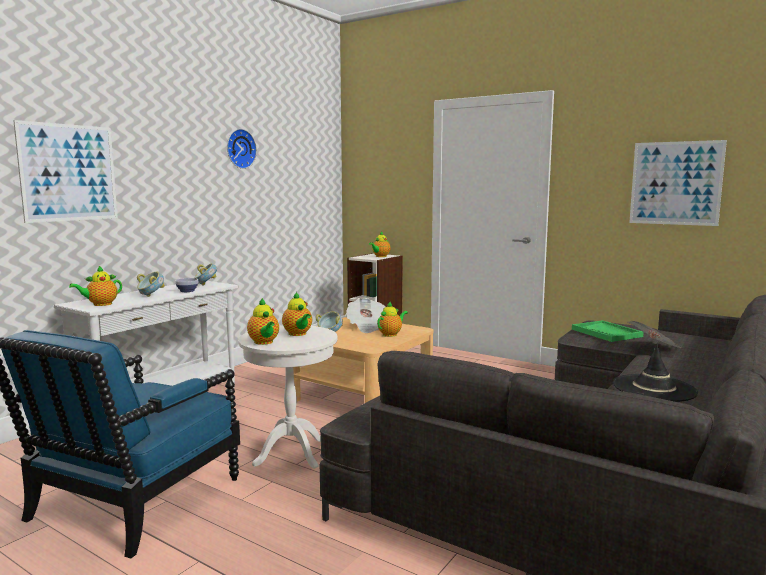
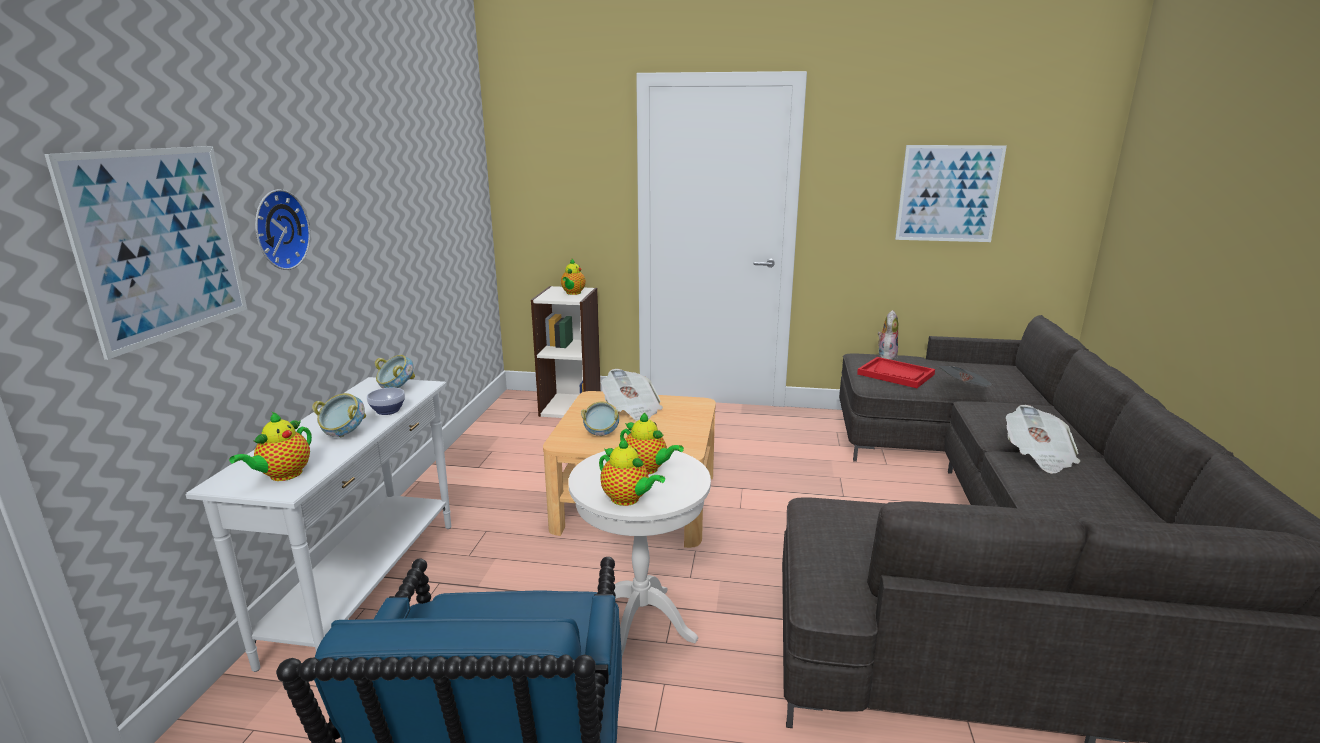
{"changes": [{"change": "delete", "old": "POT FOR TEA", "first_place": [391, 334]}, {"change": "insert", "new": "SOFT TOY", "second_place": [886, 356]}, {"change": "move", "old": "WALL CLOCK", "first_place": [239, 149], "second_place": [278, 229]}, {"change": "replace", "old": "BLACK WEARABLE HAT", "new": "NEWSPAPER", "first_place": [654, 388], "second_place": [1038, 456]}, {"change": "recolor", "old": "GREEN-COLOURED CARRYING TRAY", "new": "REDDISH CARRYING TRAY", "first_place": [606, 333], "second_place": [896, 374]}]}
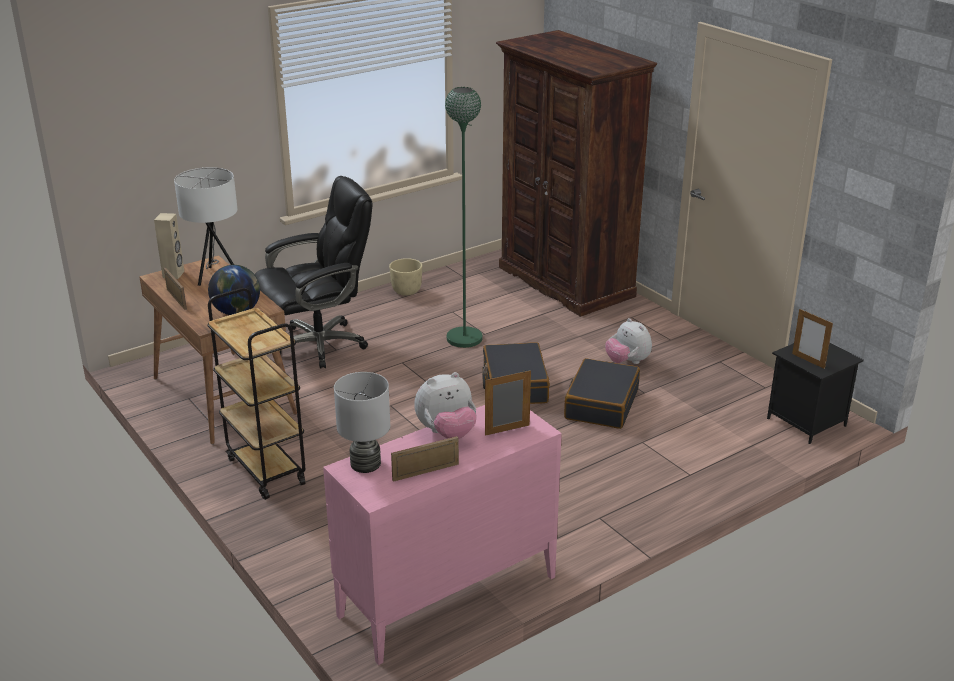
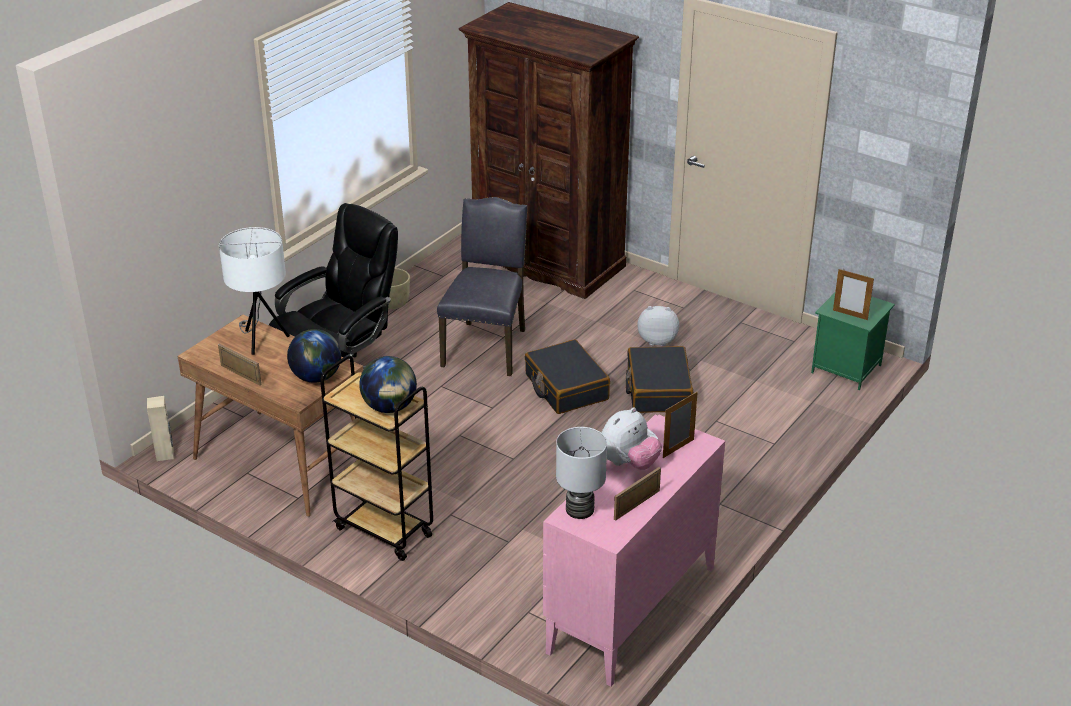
{"changes": [{"change": "insert", "new": "DESK GLOBE", "second_place": [389, 407]}, {"change": "move", "old": "BEIGE-COLOURED SPEAKER", "first_place": [174, 274], "second_place": [165, 454]}, {"change": "replace", "old": "GREEN-COLOURED STANDING LAMP", "new": "GREY CHAIR", "first_place": [465, 338], "second_place": [487, 346]}, {"change": "recolor", "old": "BLACK NIGHTSTAND", "new": "GREEN-COLOURED NIGHTSTAND", "first_place": [806, 423], "second_place": [846, 370]}, {"change": "rotate", "old": "SOFT TOY", "first_place": [627, 362], "second_place": [657, 340], "degrees": 150}]}
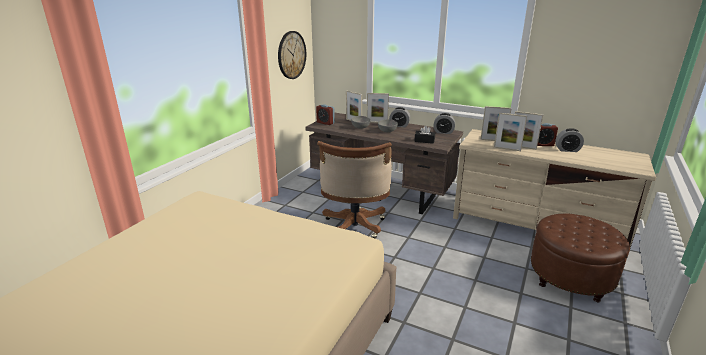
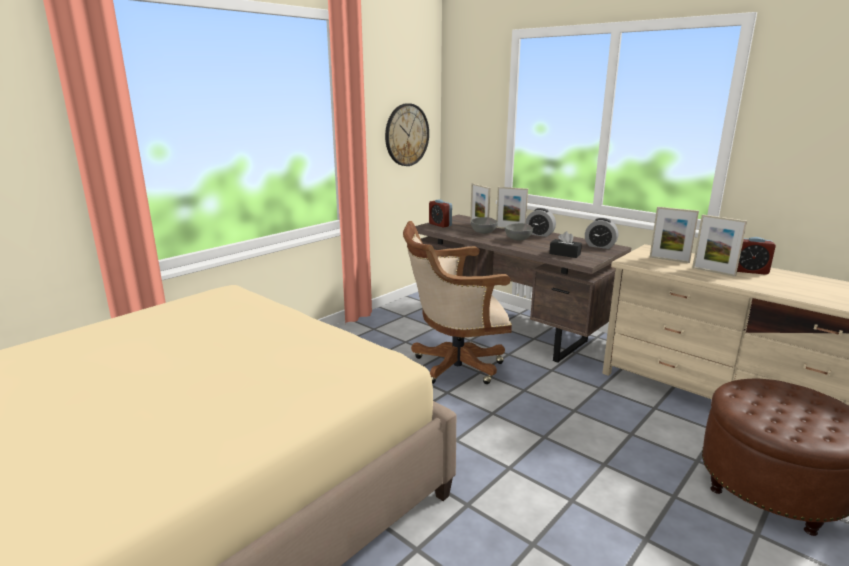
{"changes": [{"change": "delete", "old": "PICTURE FRAME", "first_place": [507, 149]}, {"change": "delete", "old": "TABLE CLOCK", "first_place": [567, 150]}, {"change": "rotate", "old": "OFFICE CHAIR", "first_place": [355, 227], "second_place": [453, 366], "degrees": 60}]}
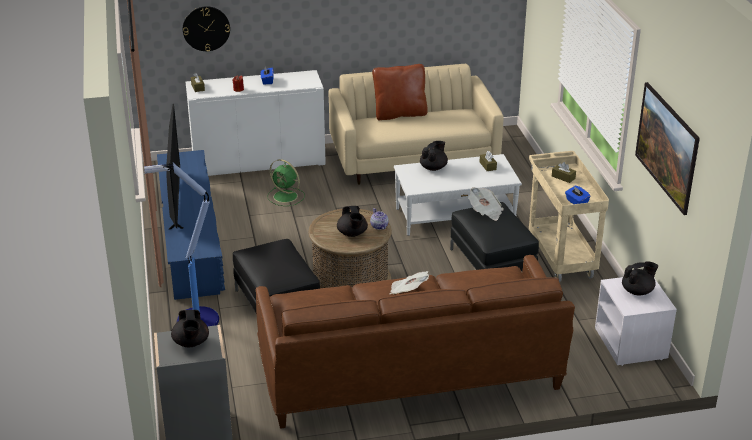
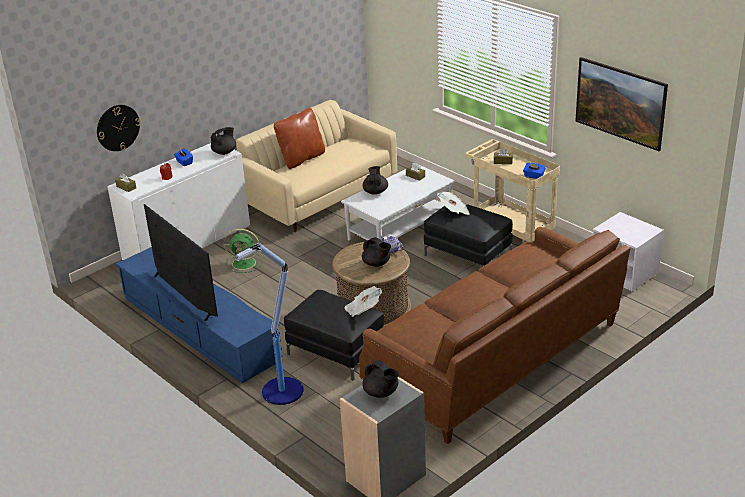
{"changes": [{"change": "move", "old": "NEWSPAPER", "first_place": [408, 291], "second_place": [363, 309]}, {"change": "move", "old": "BLACK POT FOR TEA", "first_place": [638, 291], "second_place": [224, 152]}]}
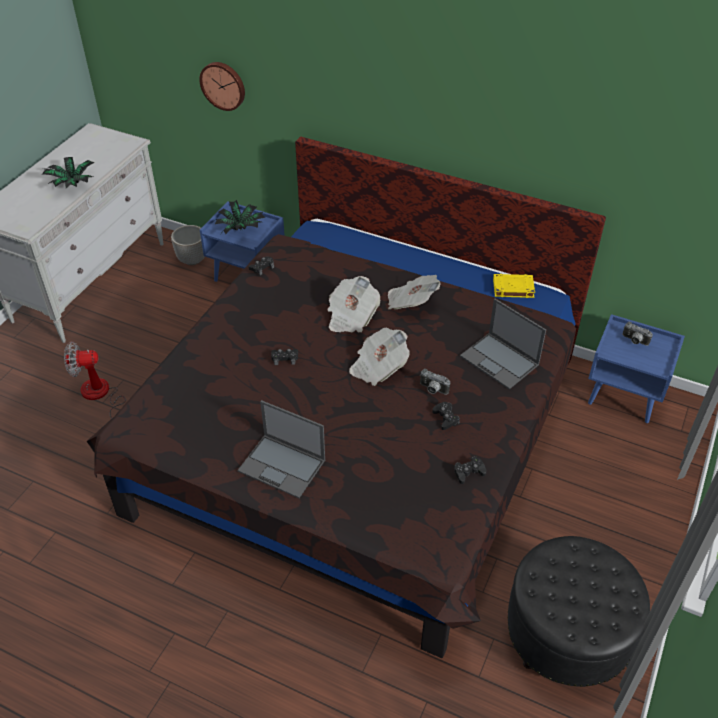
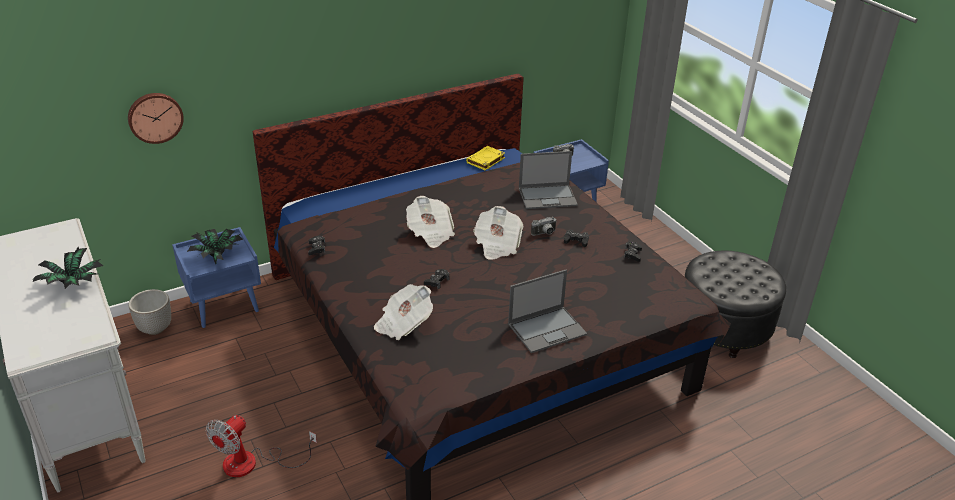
{"changes": [{"change": "move", "old": "NEWSPAPER", "first_place": [411, 302], "second_place": [403, 324]}]}
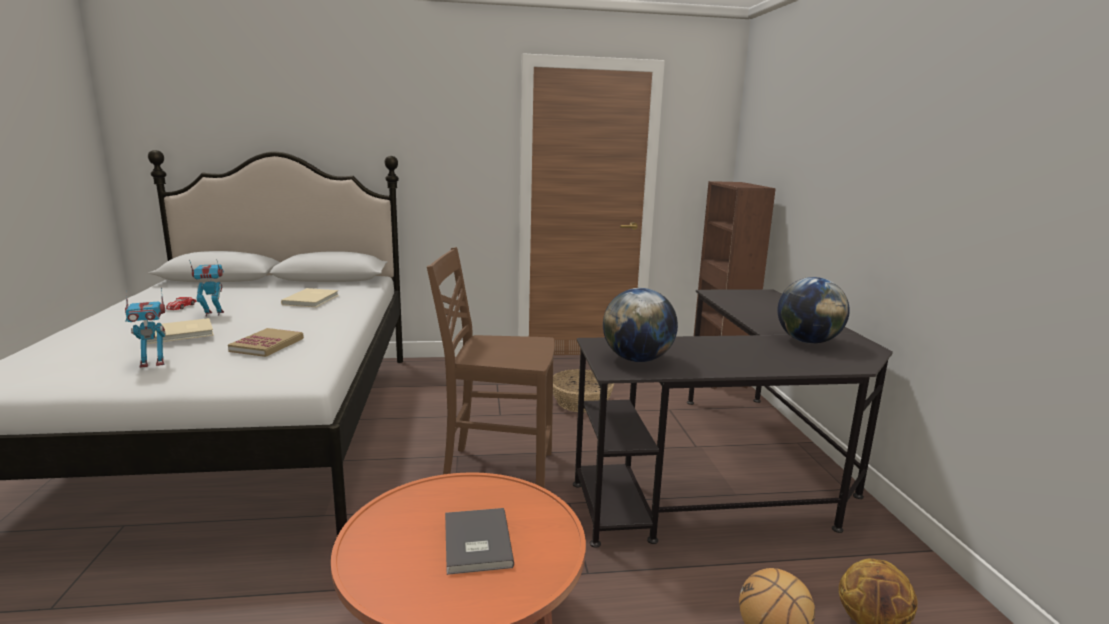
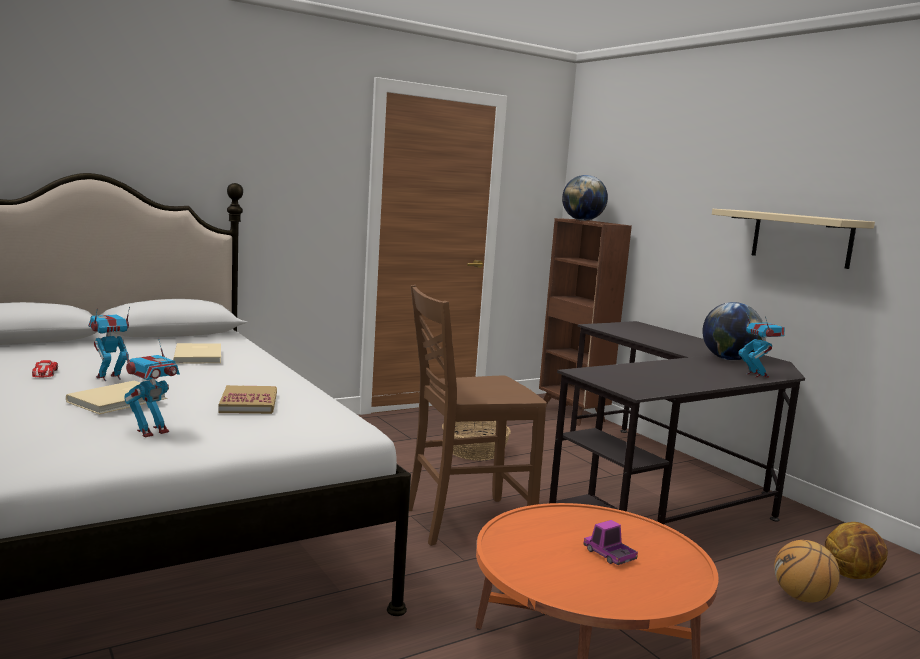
{"changes": [{"change": "insert", "new": "BEIGE-COLOURED BRACKET SHELF", "second_place": [801, 238]}, {"change": "insert", "new": "TOY ROBOT", "second_place": [756, 375]}, {"change": "move", "old": "DESK GLOBE", "first_place": [637, 359], "second_place": [582, 220]}, {"change": "replace", "old": "GREY BOUND BOOK", "new": "TOY TRUCK", "first_place": [475, 544], "second_place": [609, 555]}]}
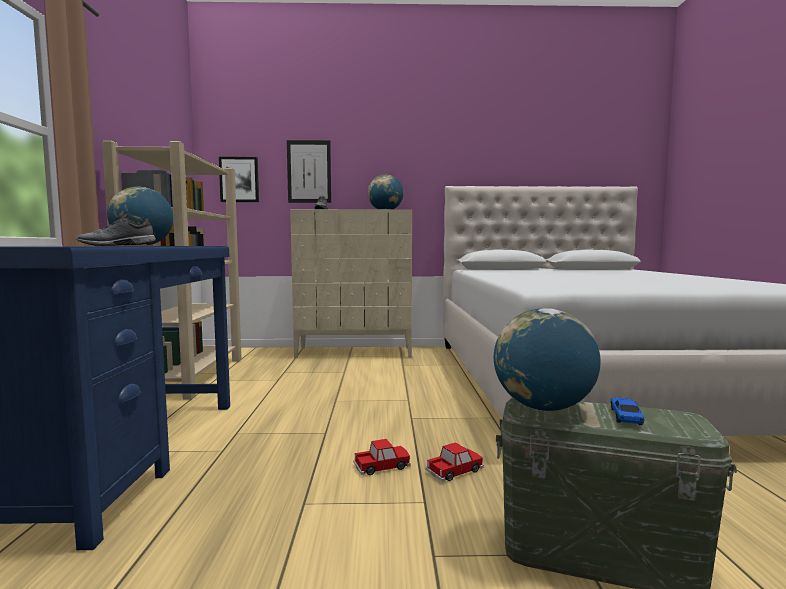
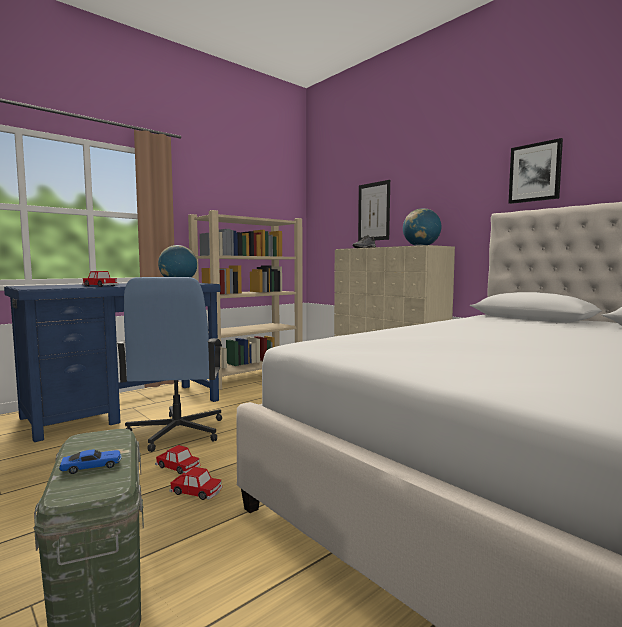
{"changes": [{"change": "delete", "old": "DESK GLOBE", "first_place": [543, 407]}, {"change": "insert", "new": "BLUE OFFICE CHAIR", "second_place": [176, 432]}, {"change": "move", "old": "WALL PICTURE", "first_place": [239, 179], "second_place": [535, 172]}, {"change": "replace", "old": "GREY ITEM OF FOOTWEAR", "new": "MINIATURE CAR", "first_place": [117, 245], "second_place": [100, 286]}]}
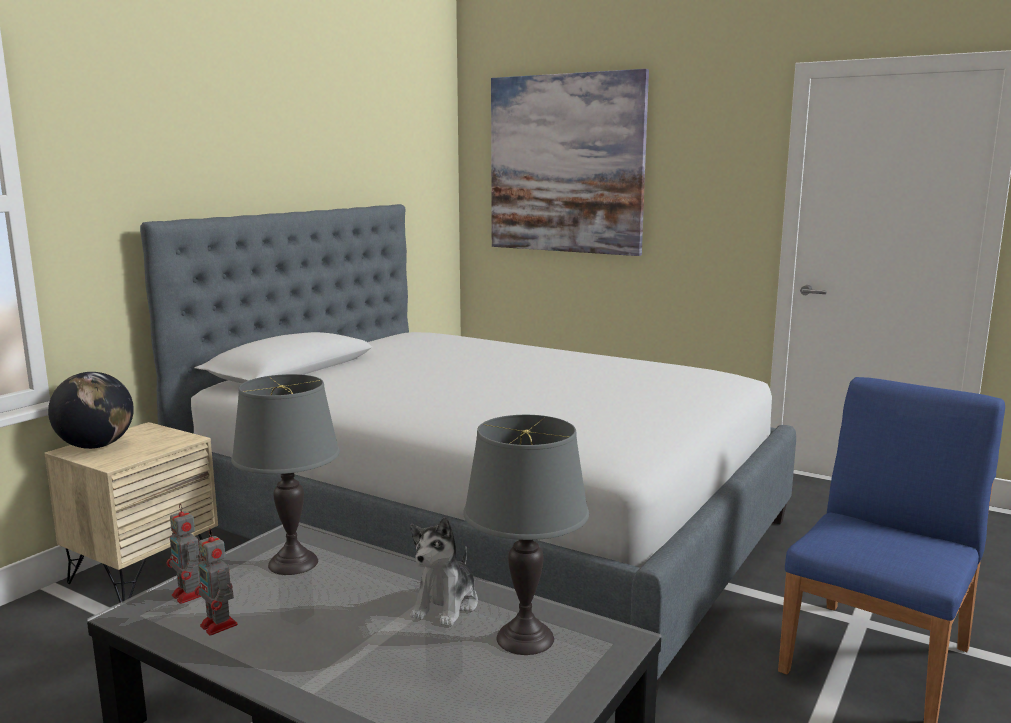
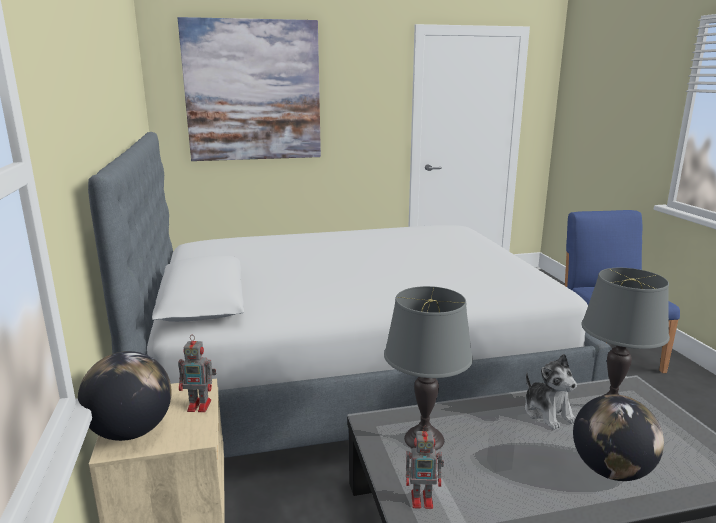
{"changes": [{"change": "insert", "new": "DESK GLOBE", "second_place": [611, 471]}, {"change": "move", "old": "TOY ROBOT", "first_place": [219, 626], "second_place": [200, 405]}]}
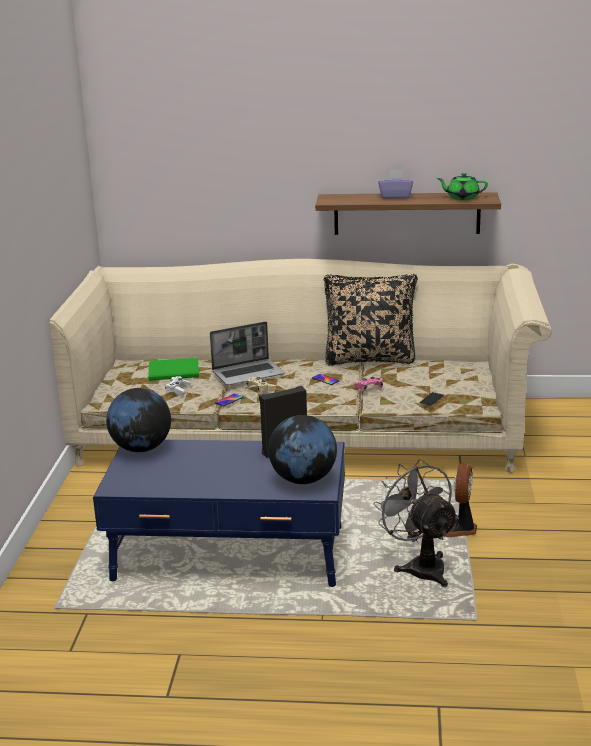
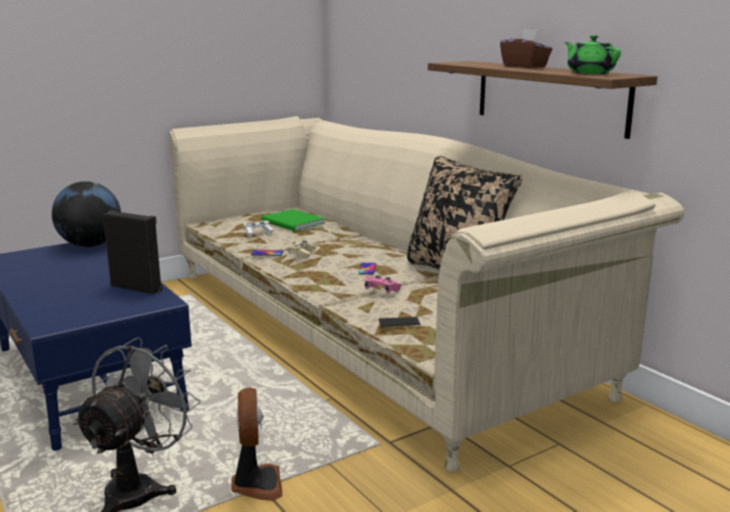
{"changes": [{"change": "delete", "old": "NOTEBOOK COMPUTER", "first_place": [248, 373]}, {"change": "delete", "old": "DESK GLOBE", "first_place": [303, 479]}, {"change": "recolor", "old": "PURPLISH BOX OF TISSUES", "new": "BROWN-COLOURED BOX OF TISSUES", "first_place": [395, 196], "second_place": [525, 66]}, {"change": "rotate", "old": "FAN", "first_place": [459, 529], "second_place": [256, 484], "degrees": 105}]}
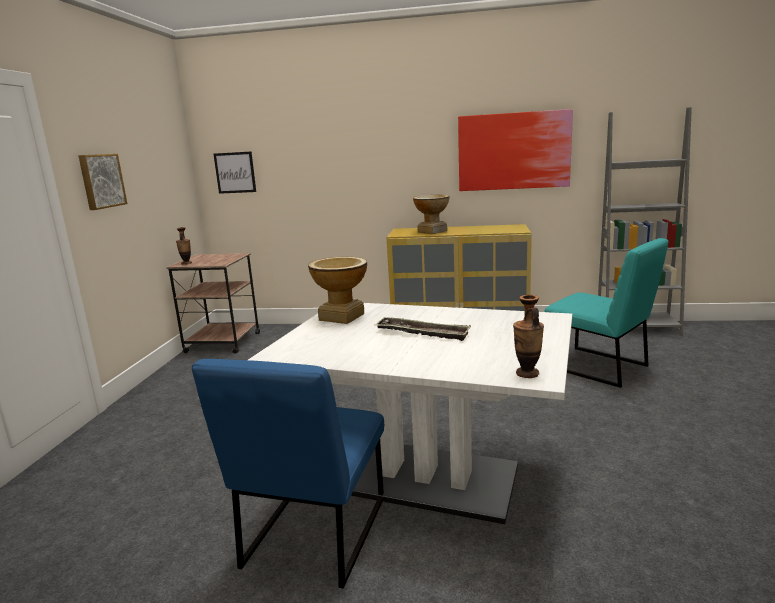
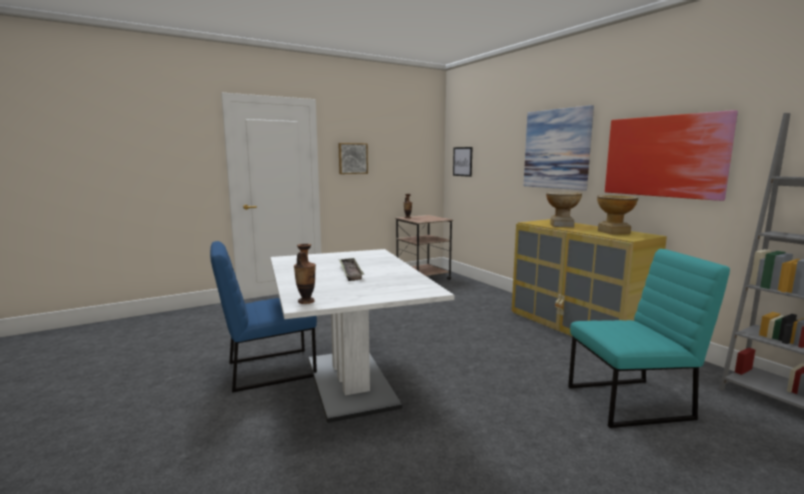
{"changes": [{"change": "insert", "new": "WALL PICTURE", "second_place": [556, 149]}, {"change": "move", "old": "FLOWER VASE", "first_place": [342, 317], "second_place": [614, 232]}, {"change": "rotate", "old": "BLUE-GREEN CHAIR", "first_place": [599, 367], "second_place": [632, 402], "degrees": -105}]}
